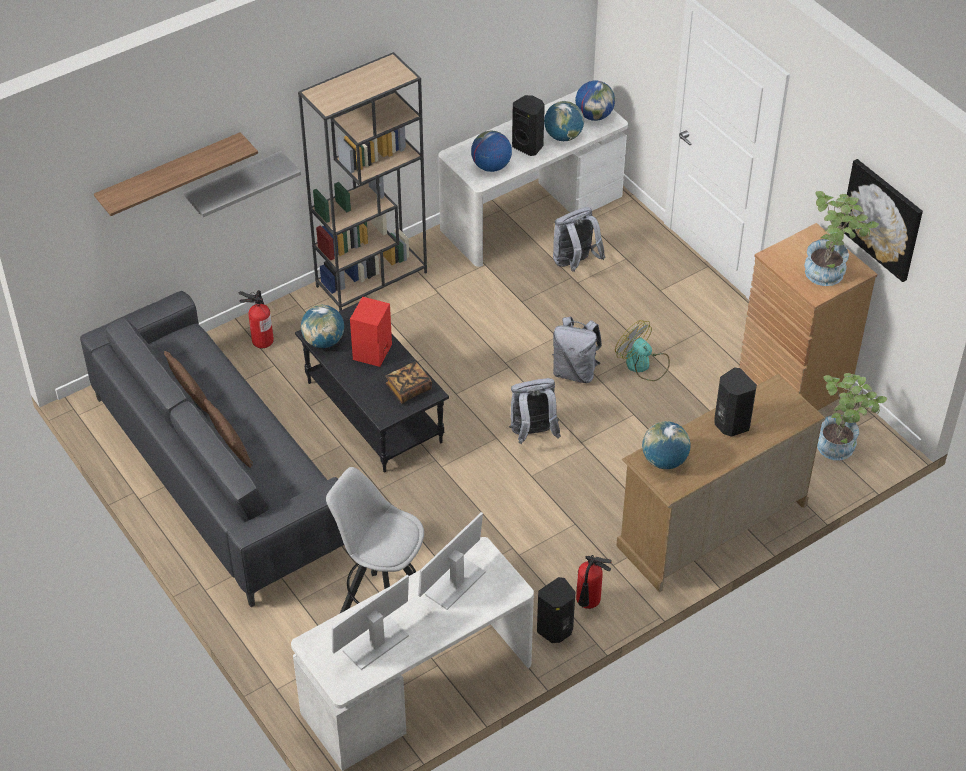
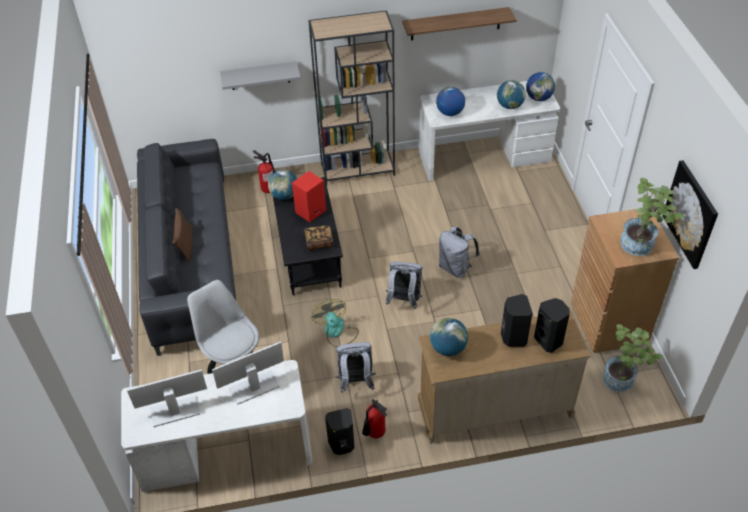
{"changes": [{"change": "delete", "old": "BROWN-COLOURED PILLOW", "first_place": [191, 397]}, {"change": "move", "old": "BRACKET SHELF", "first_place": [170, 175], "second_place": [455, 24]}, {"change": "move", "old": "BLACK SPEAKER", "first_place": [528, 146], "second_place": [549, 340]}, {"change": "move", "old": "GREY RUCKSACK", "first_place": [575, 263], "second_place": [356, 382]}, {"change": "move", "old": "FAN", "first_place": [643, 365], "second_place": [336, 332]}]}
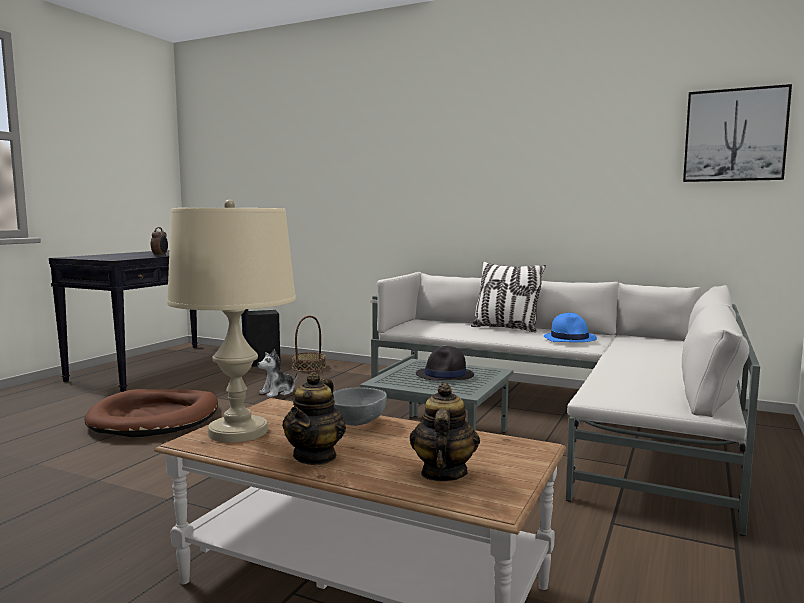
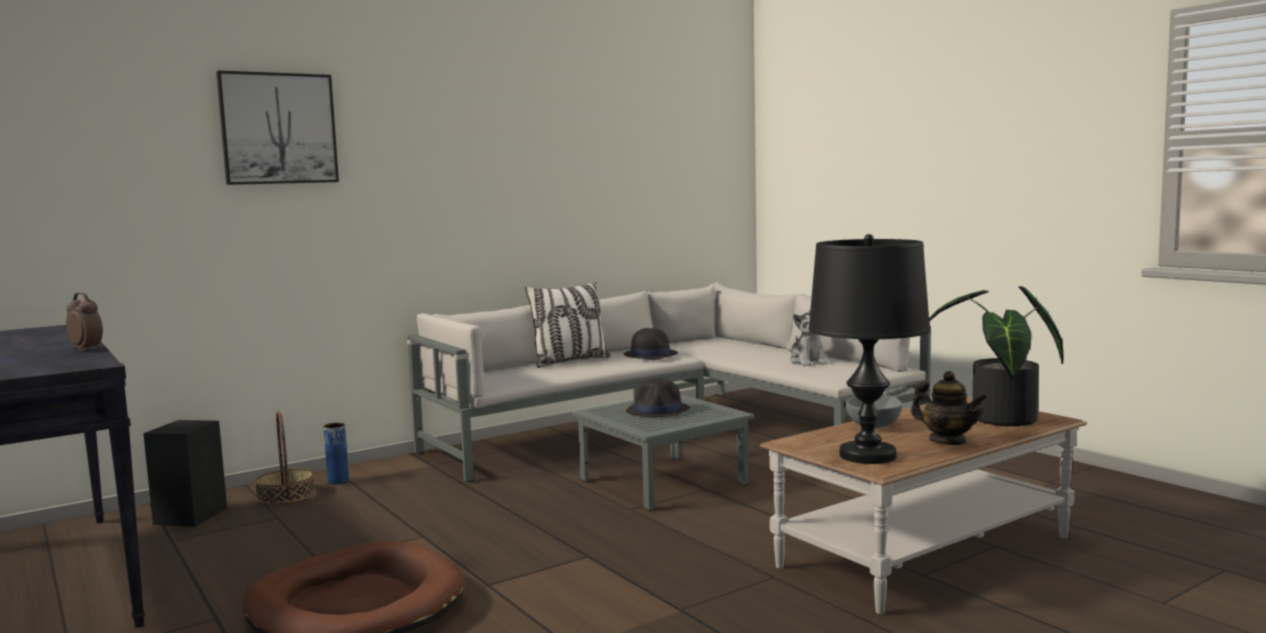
{"changes": [{"change": "insert", "new": "BLUE FLOWER VASE", "second_place": [338, 481]}, {"change": "move", "old": "SOFT TOY", "first_place": [278, 392], "second_place": [808, 362]}, {"change": "move", "old": "WALL PICTURE", "first_place": [734, 135], "second_place": [278, 128]}, {"change": "replace", "old": "POT FOR TEA", "new": "PLANT IN A POT", "first_place": [443, 473], "second_place": [1000, 421]}, {"change": "recolor", "old": "BEIGE-COLOURED LAMP FOR A TABLE", "new": "BLACK LAMP FOR A TABLE", "first_place": [238, 432], "second_place": [867, 455]}, {"change": "recolor", "old": "BLUE WEARABLE HAT", "new": "BLACK WEARABLE HAT", "first_place": [570, 338], "second_place": [650, 355]}]}
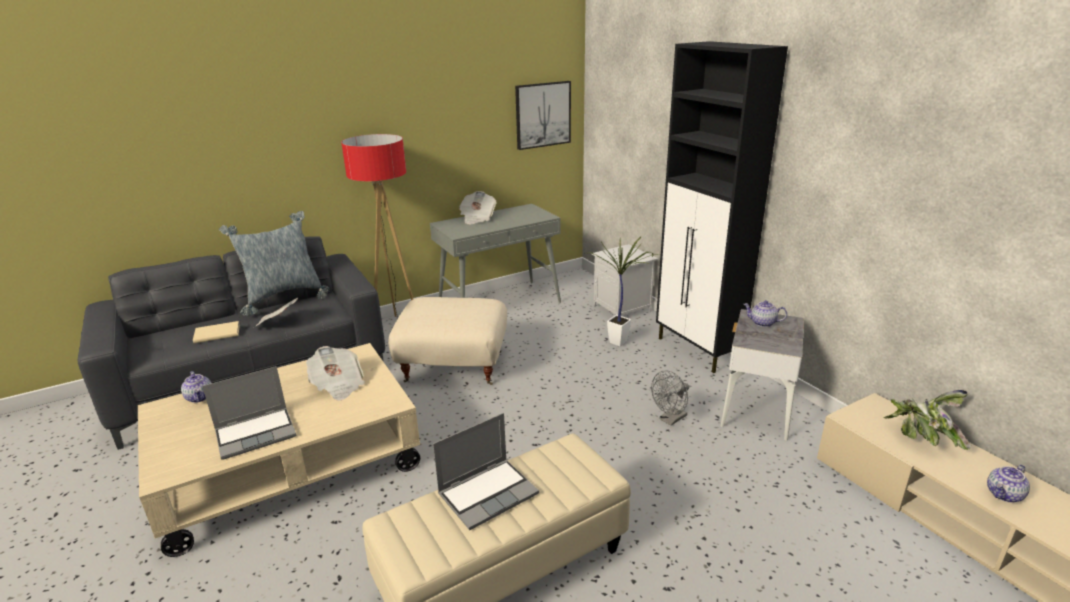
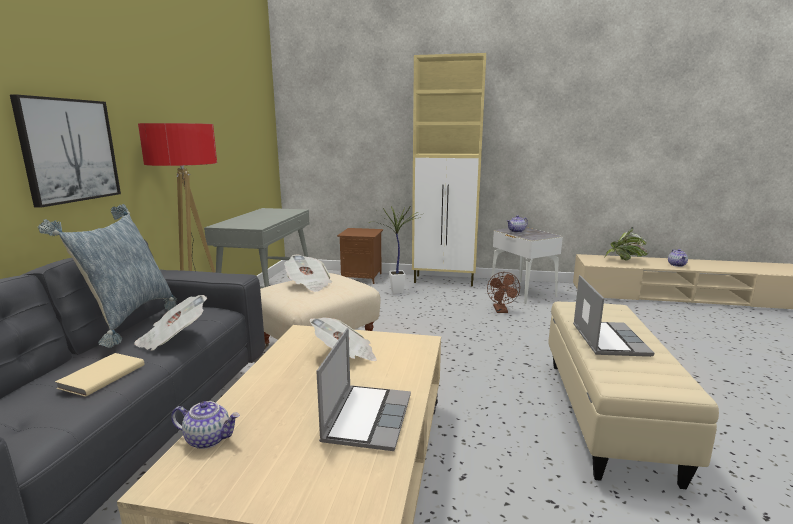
{"changes": [{"change": "move", "old": "NEWSPAPER", "first_place": [477, 218], "second_place": [309, 285]}, {"change": "move", "old": "WALL PICTURE", "first_place": [542, 115], "second_place": [69, 150]}, {"change": "recolor", "old": "GREY NIGHTSTAND", "new": "BROWN-COLOURED NIGHTSTAND", "first_place": [623, 309], "second_place": [363, 277]}, {"change": "recolor", "old": "GREY FAN", "new": "BROWN-COLOURED FAN", "first_place": [670, 419], "second_place": [501, 311]}, {"change": "recolor", "old": "BLACK CABINET", "new": "BEIGE-COLOURED CABINET", "first_place": [698, 351], "second_place": [445, 281]}]}
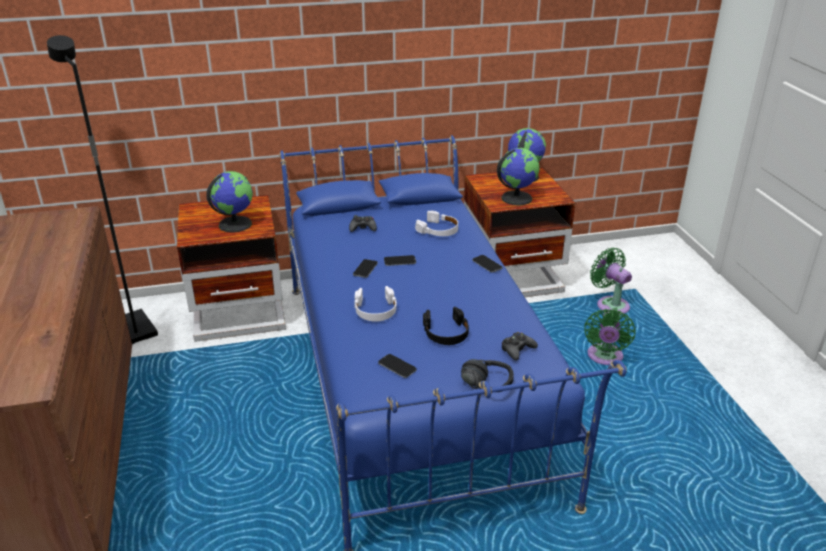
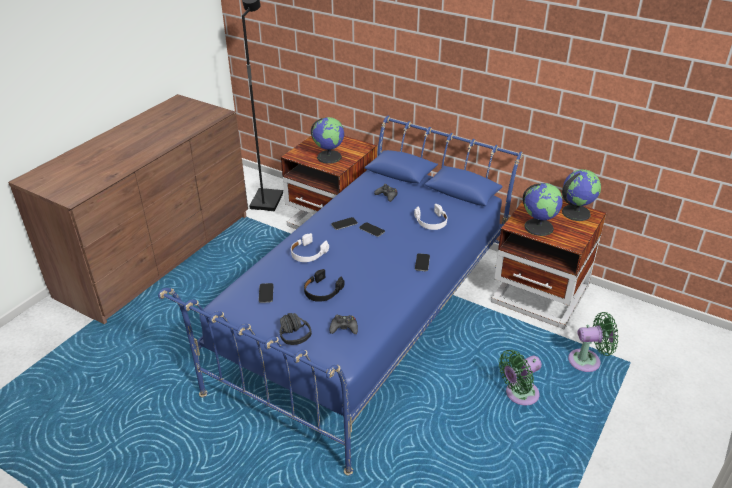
{"changes": [{"change": "rotate", "old": "GREEN-COLOURED FAN", "first_place": [610, 304], "second_place": [588, 361], "degrees": 75}]}
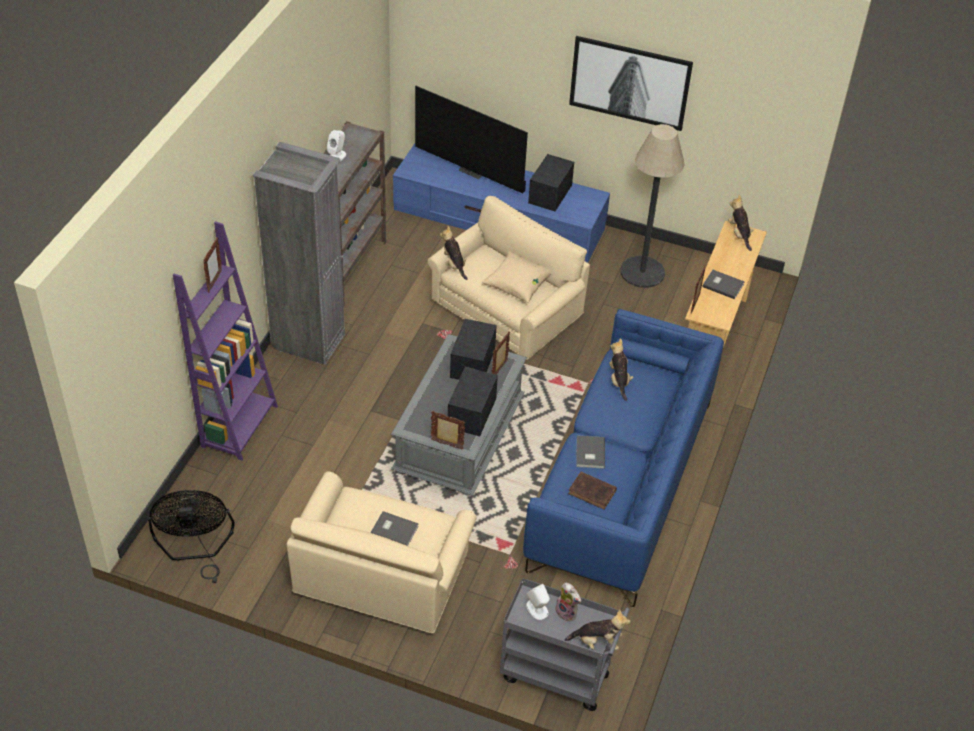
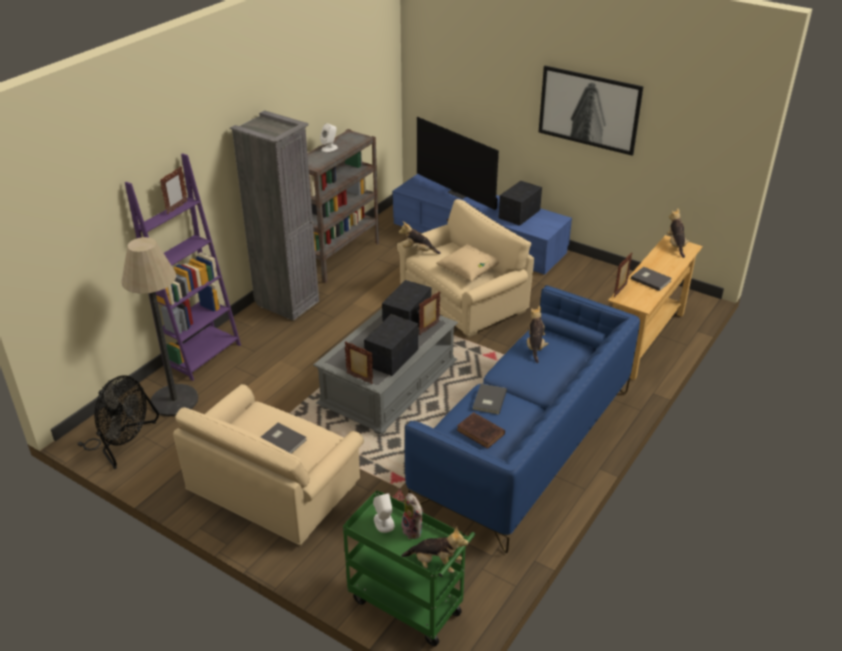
{"changes": [{"change": "move", "old": "STANDING LAMP", "first_place": [642, 272], "second_place": [174, 400]}, {"change": "recolor", "old": "GREY TROLLEY", "new": "GREEN-COLOURED TROLLEY", "first_place": [557, 679], "second_place": [408, 608]}, {"change": "rotate", "old": "BLACK FAN", "first_place": [196, 549], "second_place": [121, 443], "degrees": 105}, {"change": "rotate", "old": "SOFT TOY", "first_place": [454, 264], "second_place": [418, 251], "degrees": -60}]}
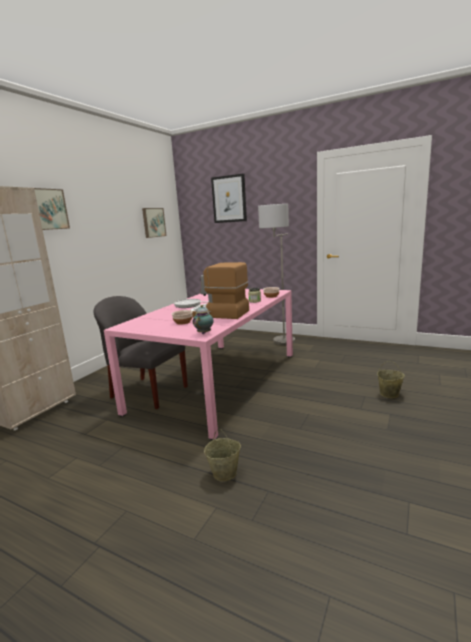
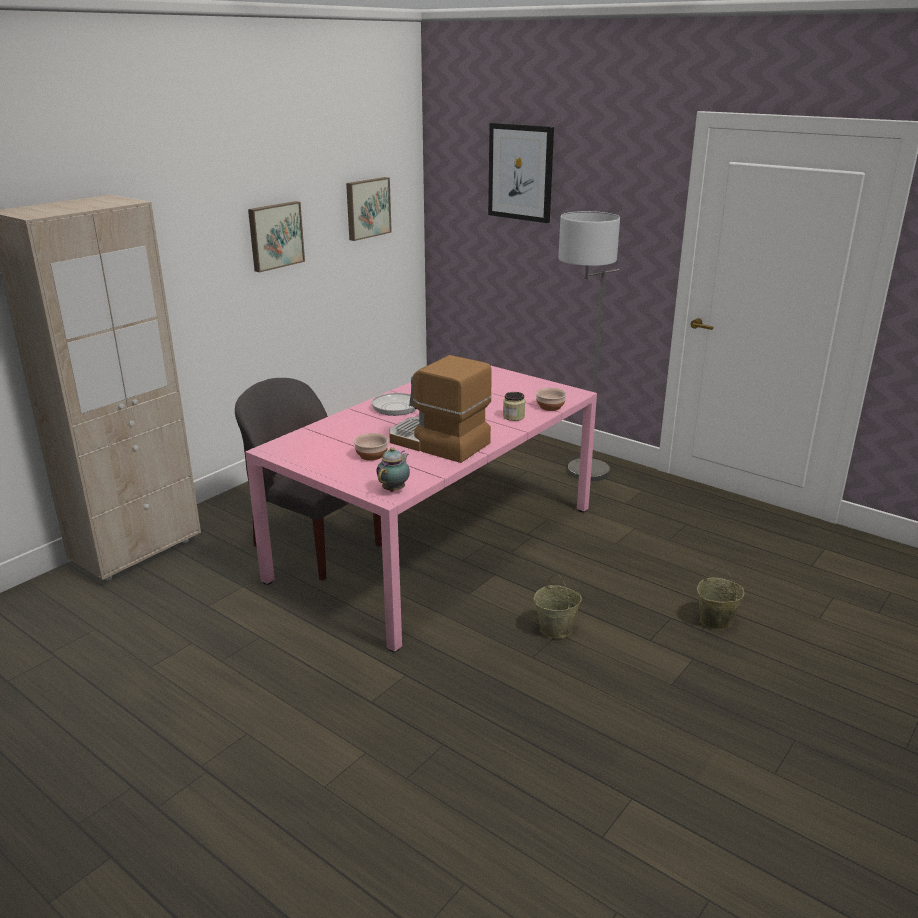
{"changes": [{"change": "move", "old": "WALL PICTURE", "first_place": [46, 209], "second_place": [275, 235]}, {"change": "move", "old": "BEIGE-COLOURED BUCKET", "first_place": [225, 473], "second_place": [556, 629]}]}
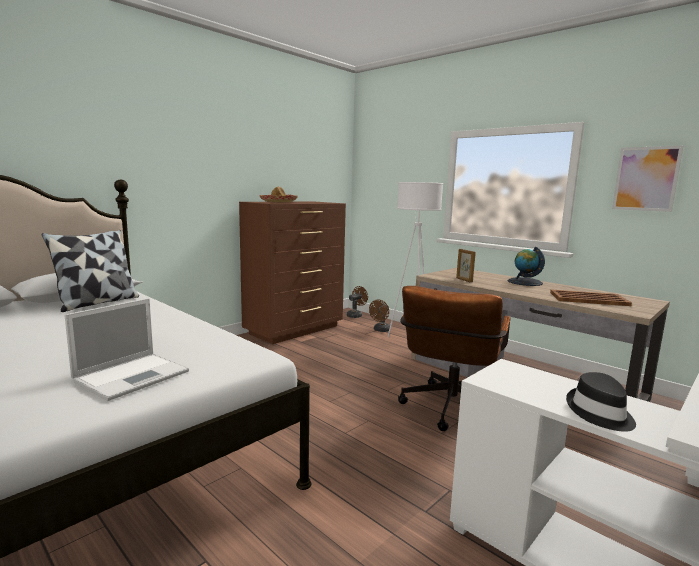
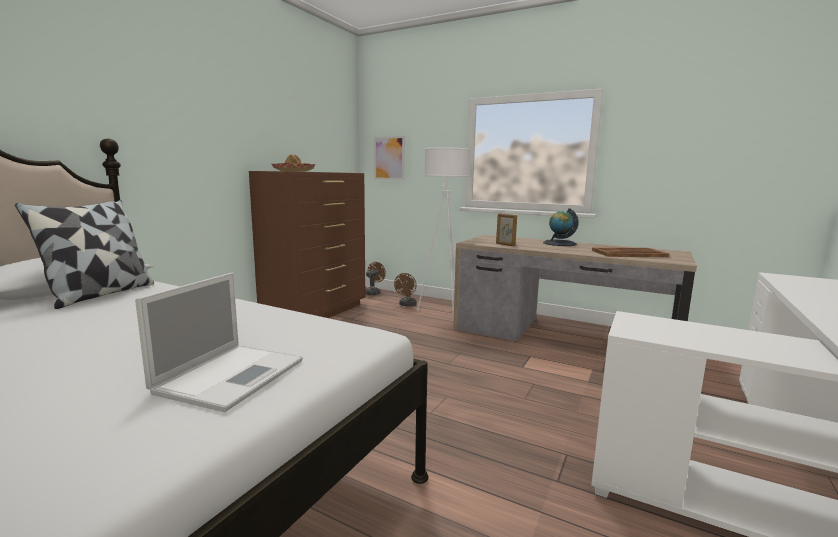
{"changes": [{"change": "delete", "old": "BROWN-COLOURED OFFICE CHAIR", "first_place": [449, 411]}, {"change": "delete", "old": "BLACK WEARABLE HAT", "first_place": [599, 413]}, {"change": "move", "old": "WALL PICTURE", "first_place": [646, 179], "second_place": [389, 158]}]}
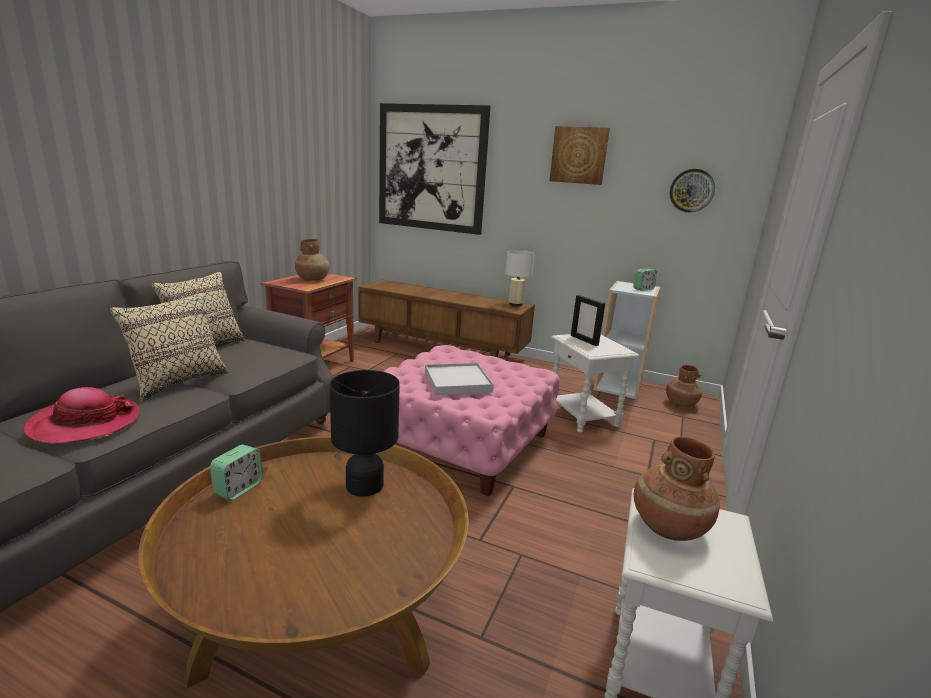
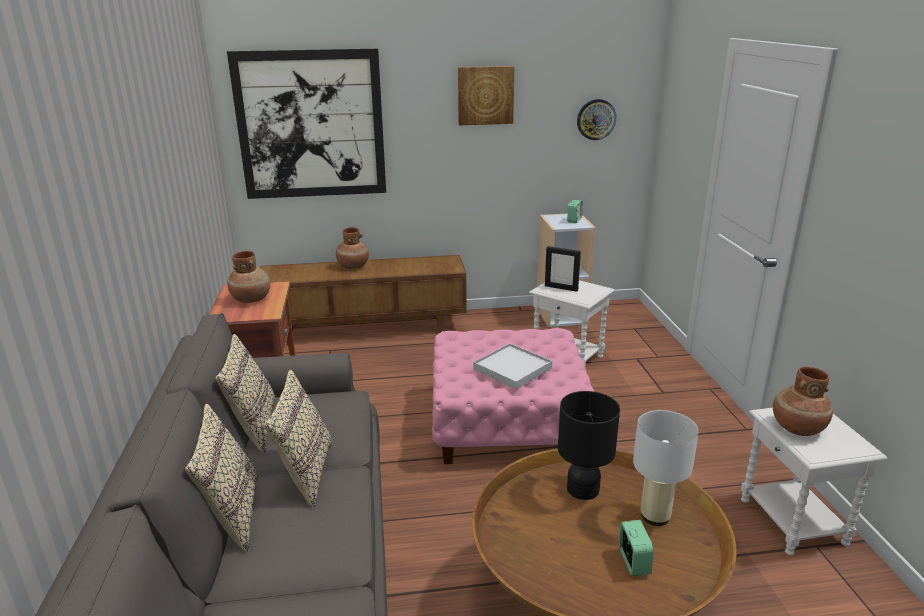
{"changes": [{"change": "delete", "old": "WEARABLE HAT", "first_place": [85, 423]}, {"change": "insert", "new": "BEIGE-COLOURED PILLOW", "second_place": [235, 515]}, {"change": "move", "old": "TABLE CLOCK", "first_place": [238, 489], "second_place": [633, 562]}, {"change": "move", "old": "WHITISH LAMP FOR A TABLE", "first_place": [515, 304], "second_place": [654, 516]}, {"change": "move", "old": "BROWN-COLOURED FLOWER VASE", "first_place": [680, 403], "second_place": [353, 266]}]}
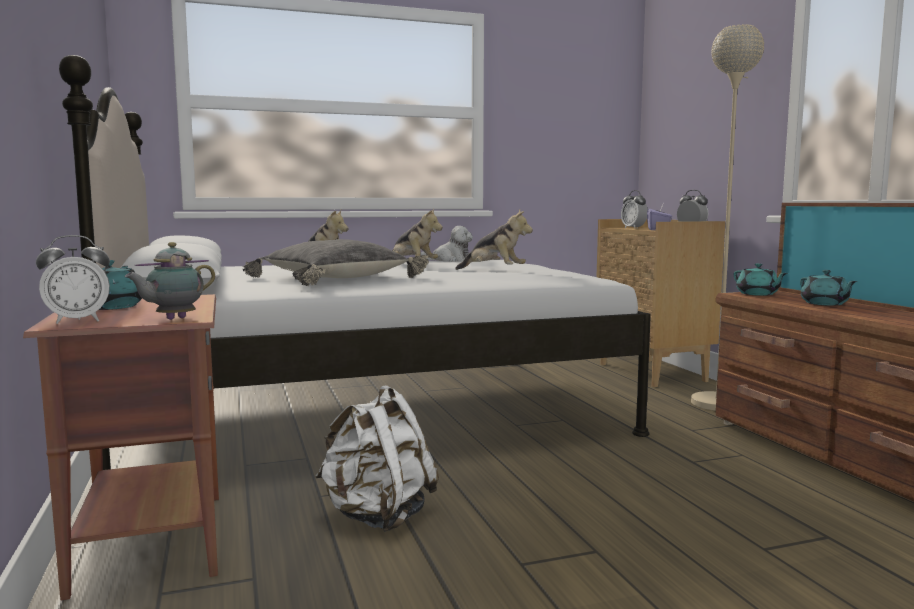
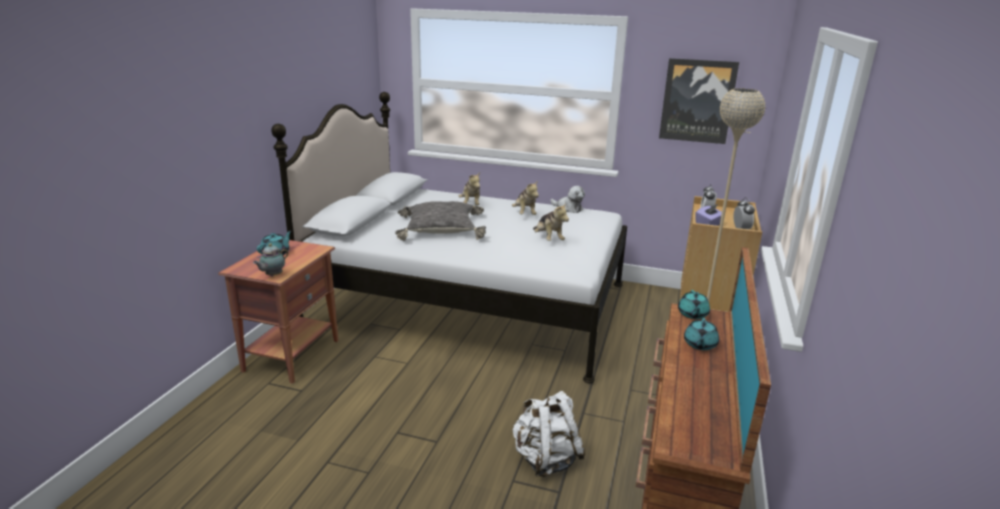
{"changes": [{"change": "delete", "old": "TABLE CLOCK", "first_place": [78, 321]}, {"change": "insert", "new": "WALL PICTURE", "second_place": [697, 101]}, {"change": "move", "old": "WHITISH RUCKSACK", "first_place": [378, 516], "second_place": [545, 459]}, {"change": "rotate", "old": "POT FOR TEA", "first_place": [173, 319], "second_place": [272, 275], "degrees": -45}]}
